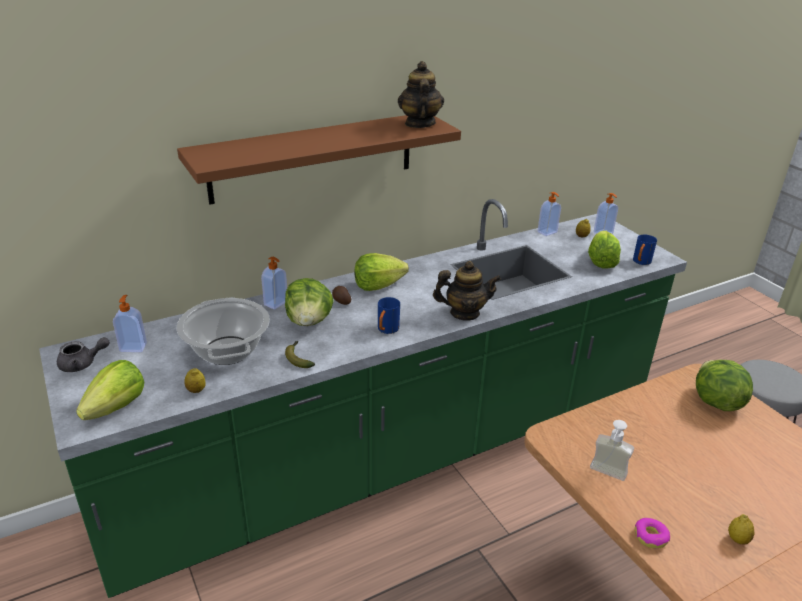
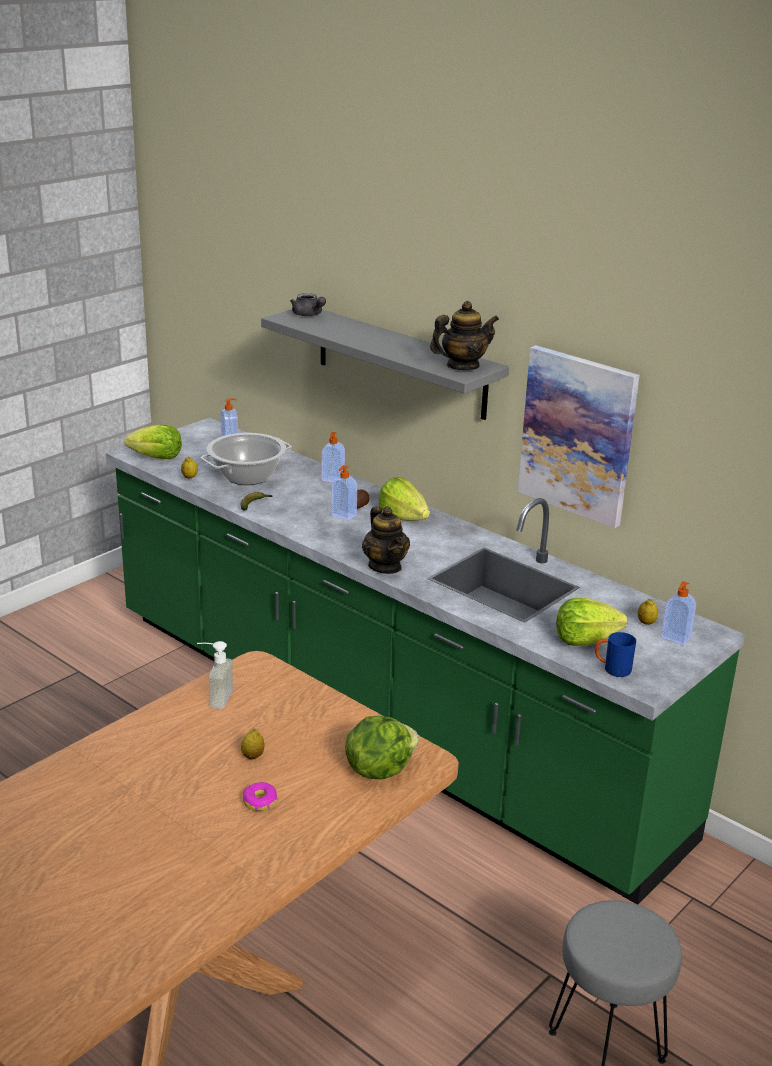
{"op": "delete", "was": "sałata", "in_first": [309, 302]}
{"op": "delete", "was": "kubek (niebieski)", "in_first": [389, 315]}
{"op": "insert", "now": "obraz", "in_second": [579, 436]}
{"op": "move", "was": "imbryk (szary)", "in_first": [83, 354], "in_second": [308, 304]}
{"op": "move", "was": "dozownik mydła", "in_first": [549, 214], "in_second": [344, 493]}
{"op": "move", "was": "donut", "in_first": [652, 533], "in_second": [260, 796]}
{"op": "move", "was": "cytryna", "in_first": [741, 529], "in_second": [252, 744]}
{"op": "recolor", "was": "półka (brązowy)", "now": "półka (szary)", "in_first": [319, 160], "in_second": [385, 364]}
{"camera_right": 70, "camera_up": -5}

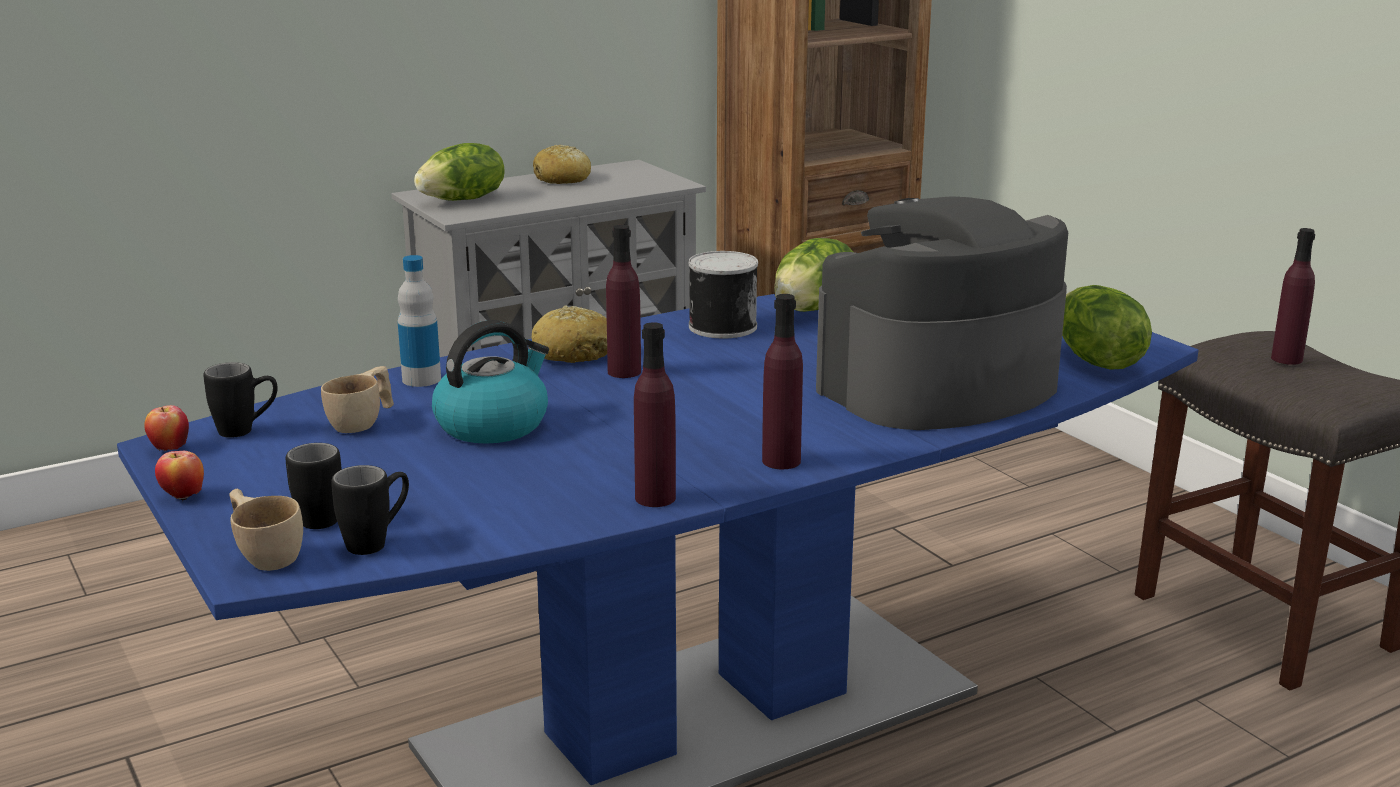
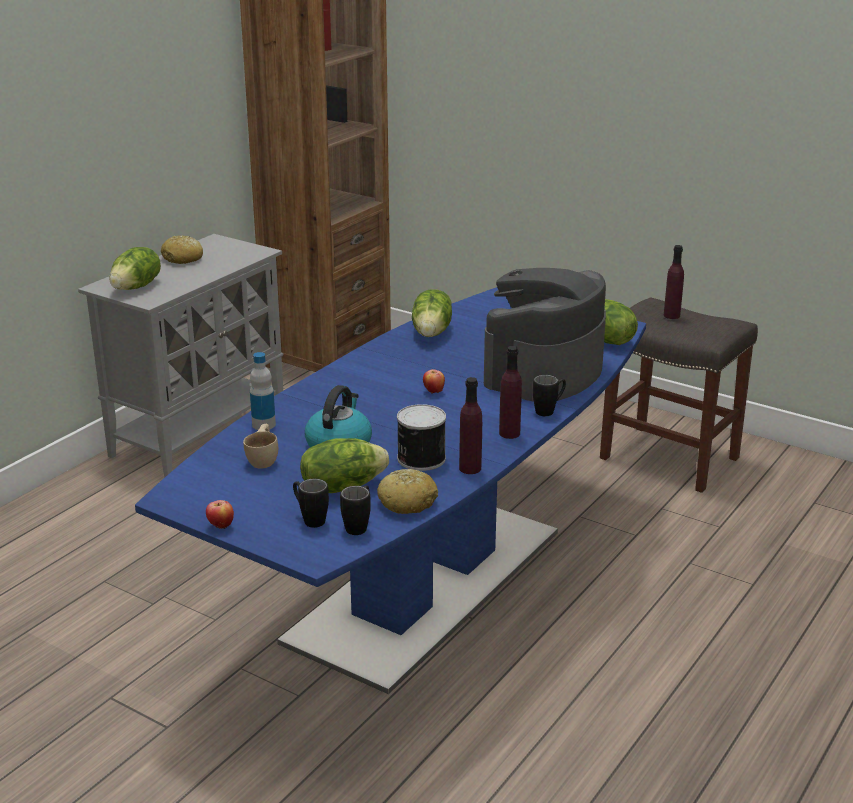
{"op": "delete", "was": "filiżanka (beżowy)", "in_first": [266, 530]}
{"op": "delete", "was": "butelka (fioletowy)", "in_first": [623, 301]}
{"op": "insert", "now": "sałata", "in_second": [344, 465]}
{"op": "move", "was": "jabłko", "in_first": [166, 428], "in_second": [434, 381]}
{"op": "move", "was": "kubek (czarny)", "in_first": [240, 400], "in_second": [549, 395]}
{"op": "move", "was": "chleb", "in_first": [569, 334], "in_second": [407, 491]}
{"op": "move", "was": "puszka", "in_first": [723, 294], "in_second": [421, 437]}
{"camera_right": -25, "camera_up": 5}

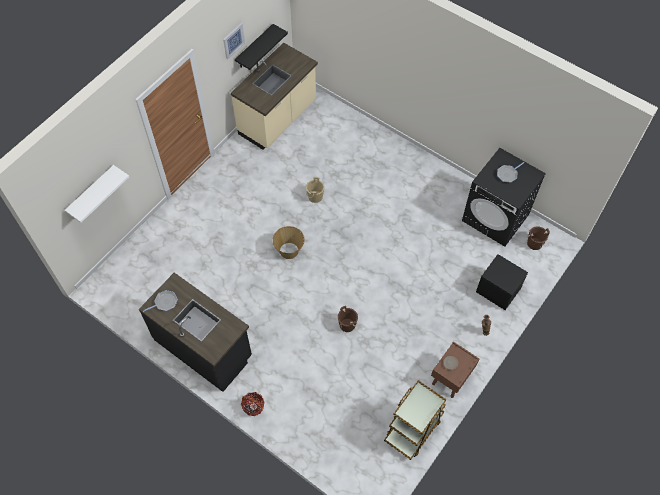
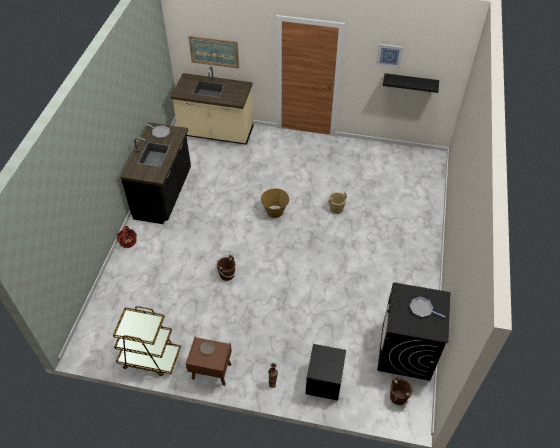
{"op": "move", "was": "zabudowa kuchenna (beżowy)", "in_first": [274, 96], "in_second": [212, 106]}
{"op": "replace", "was": "półka (biały)", "now": "obraz", "in_first": [97, 194], "in_second": [213, 52]}
{"camera_right": 65, "camera_up": -10}

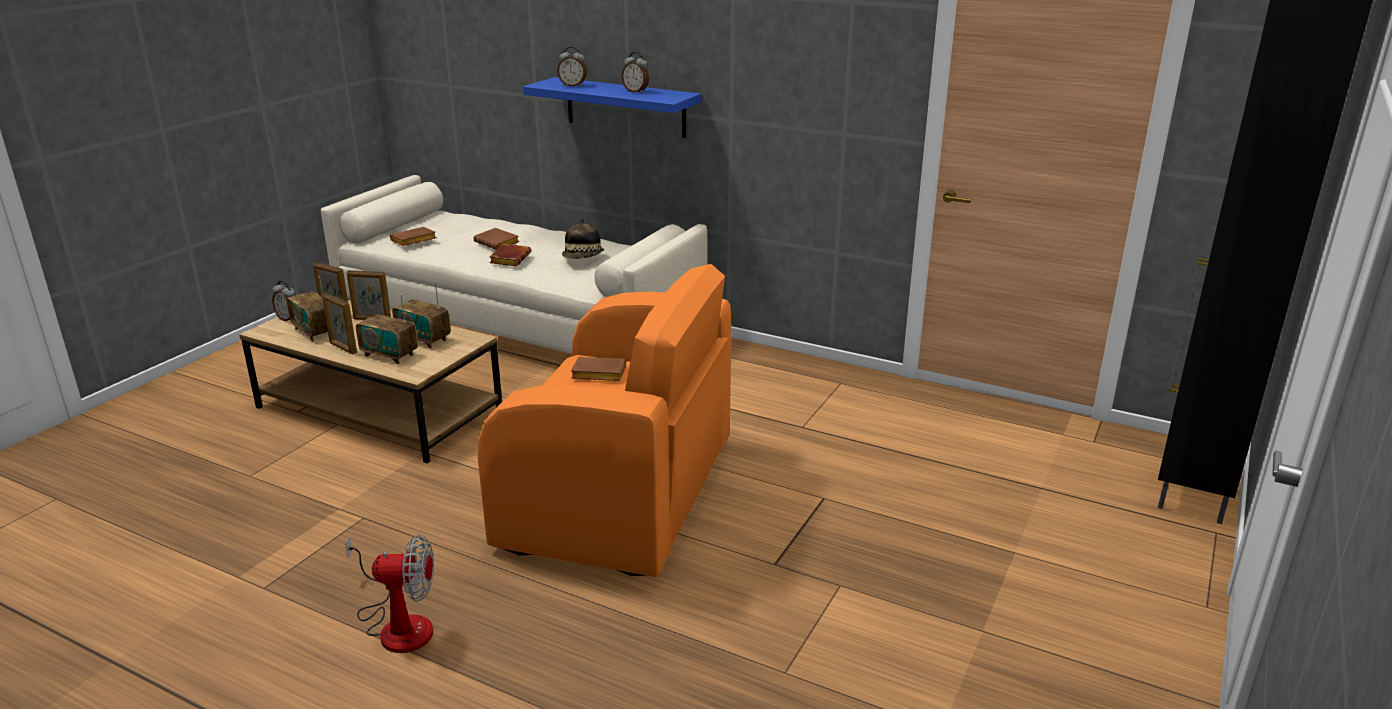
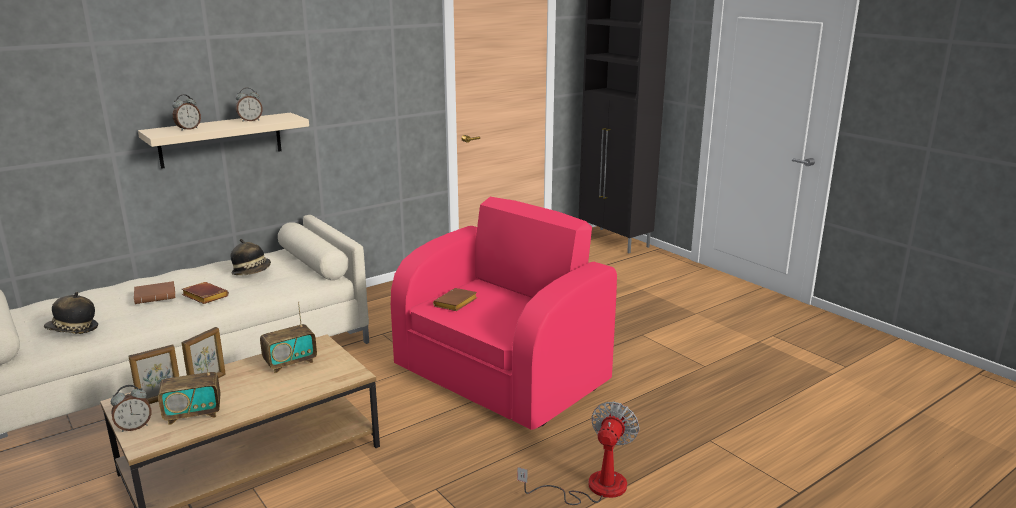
{"op": "delete", "was": "ramka na zdjęcie", "in_first": [339, 323]}
{"op": "delete", "was": "radio", "in_first": [387, 329]}
{"op": "replace", "was": "książka (brązowy)", "now": "kapelusz", "in_first": [413, 236], "in_second": [71, 313]}
{"op": "recolor", "was": "fotel (pomarańczowy)", "now": "fotel (różowy)", "in_first": [604, 420], "in_second": [504, 313]}
{"op": "recolor", "was": "półka (niebieski)", "now": "półka (beżowy)", "in_first": [612, 107], "in_second": [223, 141]}
{"camera_right": -65, "camera_up": -5}

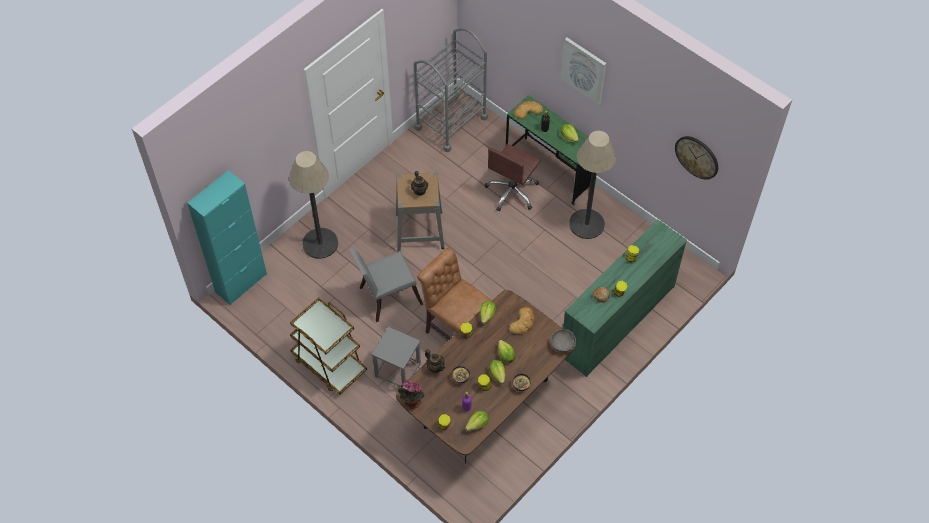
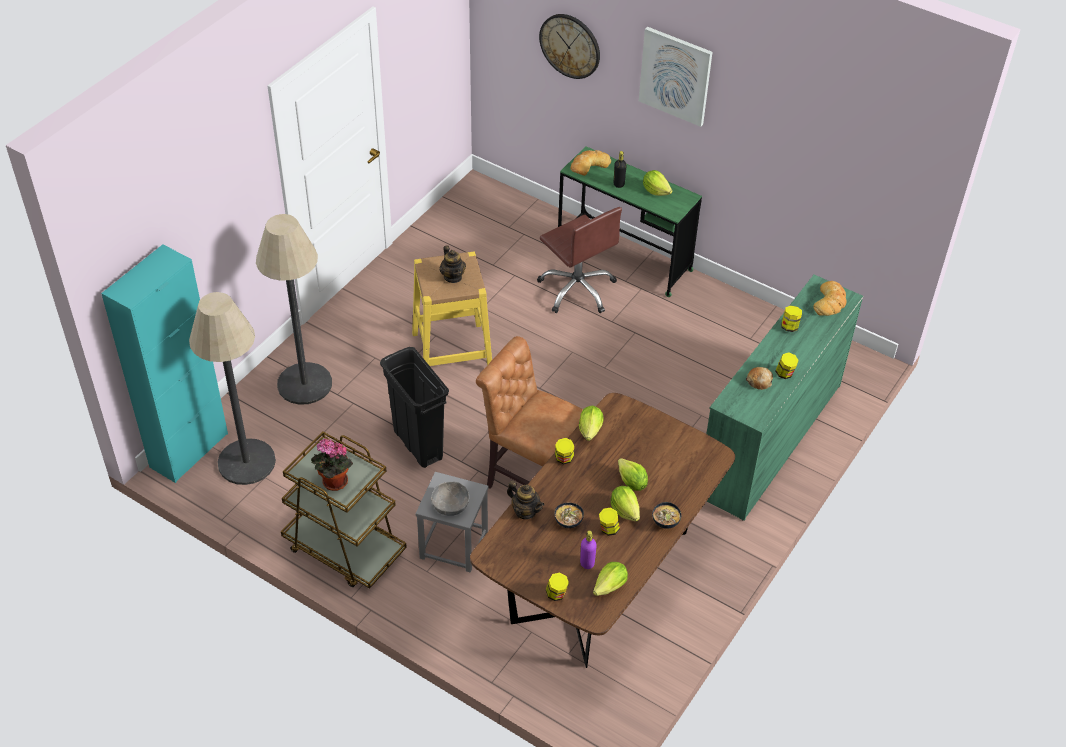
{"op": "delete", "was": "wózek (szary)", "in_first": [451, 90]}
{"op": "move", "was": "roślina doniczkowa", "in_first": [411, 394], "in_second": [332, 464]}
{"op": "move", "was": "chleb", "in_first": [521, 320], "in_second": [830, 298]}
{"op": "move", "was": "miska (szary)", "in_first": [563, 341], "in_second": [450, 499]}
{"op": "move", "was": "lampa stojąca", "in_first": [592, 185], "in_second": [232, 388]}
{"op": "move", "was": "zegar ścienny", "in_first": [696, 157], "in_second": [569, 46]}
{"op": "replace", "was": "krzesło (szary)", "now": "kosz na śmieci (czarny)", "in_first": [386, 285], "in_second": [414, 407]}
{"op": "recolor", "was": "stołek (szary)", "now": "stołek (żółty)", "in_first": [420, 212], "in_second": [452, 309]}
{"op": "rotate", "was": "krzesło biurowe (brązowy)", "in_first": [513, 178], "in_second": [579, 260], "clockwise": -60}
{"camera_right": -10, "camera_up": -10}

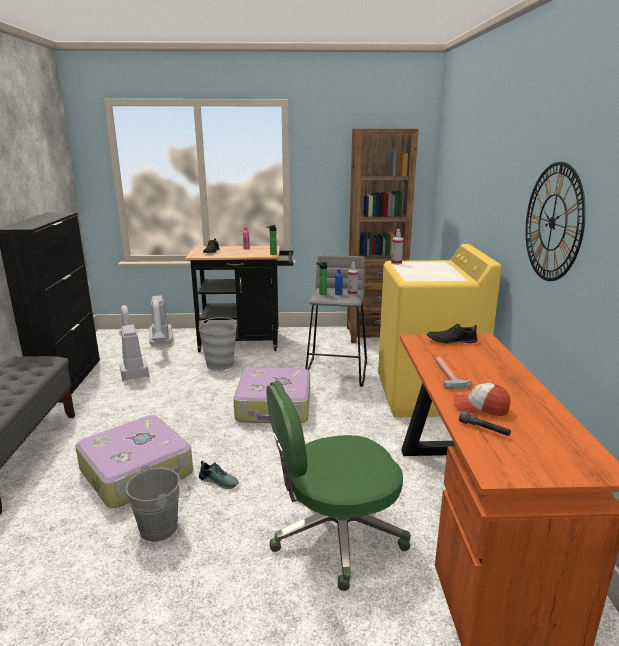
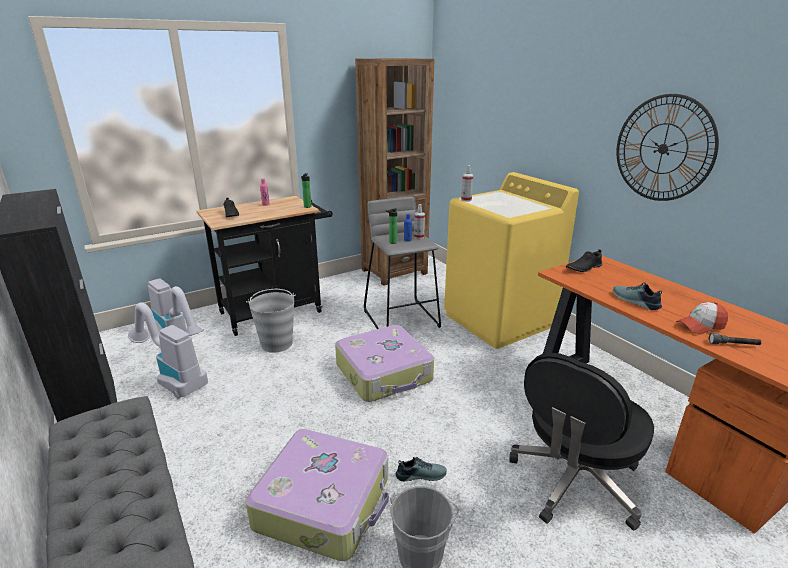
{"op": "replace", "was": "młotek", "now": "but", "in_first": [453, 373], "in_second": [637, 296]}
{"op": "recolor", "was": "krzesło biurowe (zielony)", "now": "krzesło biurowe (czarny)", "in_first": [338, 486], "in_second": [581, 442]}
{"camera_right": -30, "camera_up": 5}

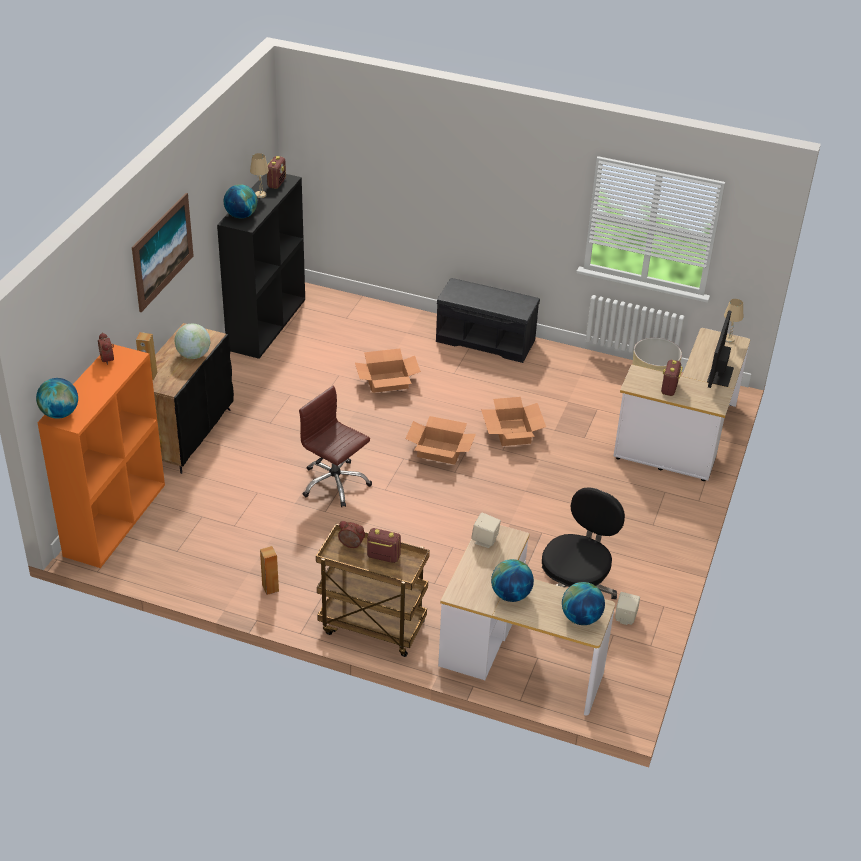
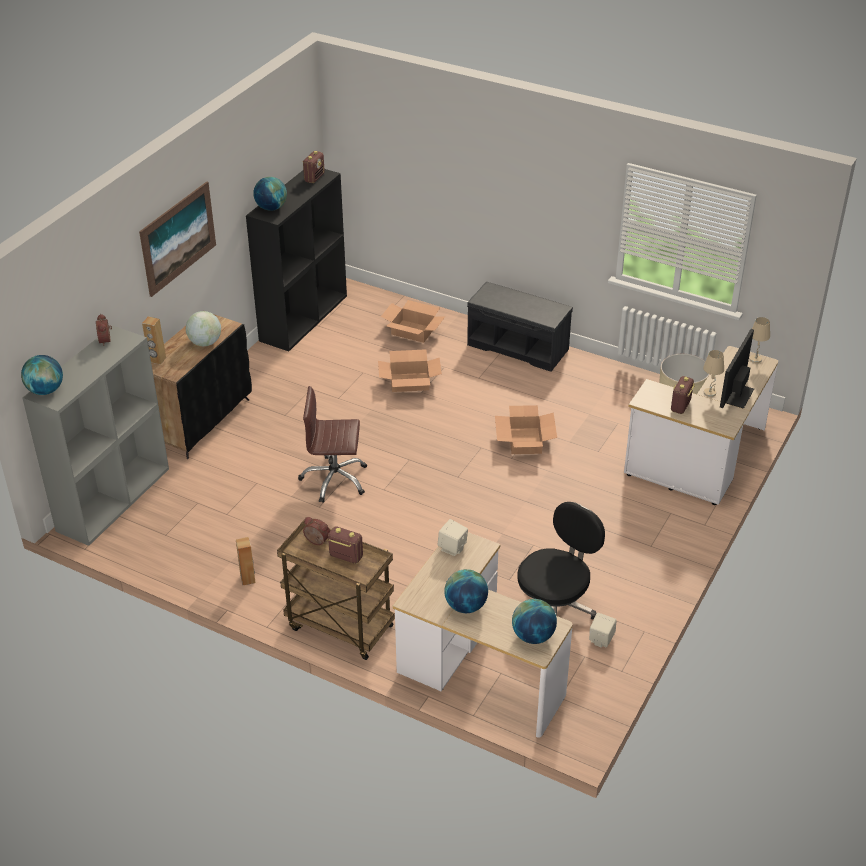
{"op": "move", "was": "lampa stołowa (beżowy)", "in_first": [259, 175], "in_second": [713, 373]}
{"op": "move", "was": "karton", "in_first": [440, 440], "in_second": [413, 321]}
{"op": "recolor", "was": "regał (pomarańczowy)", "now": "regał (szary)", "in_first": [101, 456], "in_second": [95, 436]}
{"op": "rotate", "was": "krzesło biurowe (brązowy)", "in_first": [335, 446], "in_second": [332, 444], "clockwise": -45}
{"camera_right": 10, "camera_up": 0}

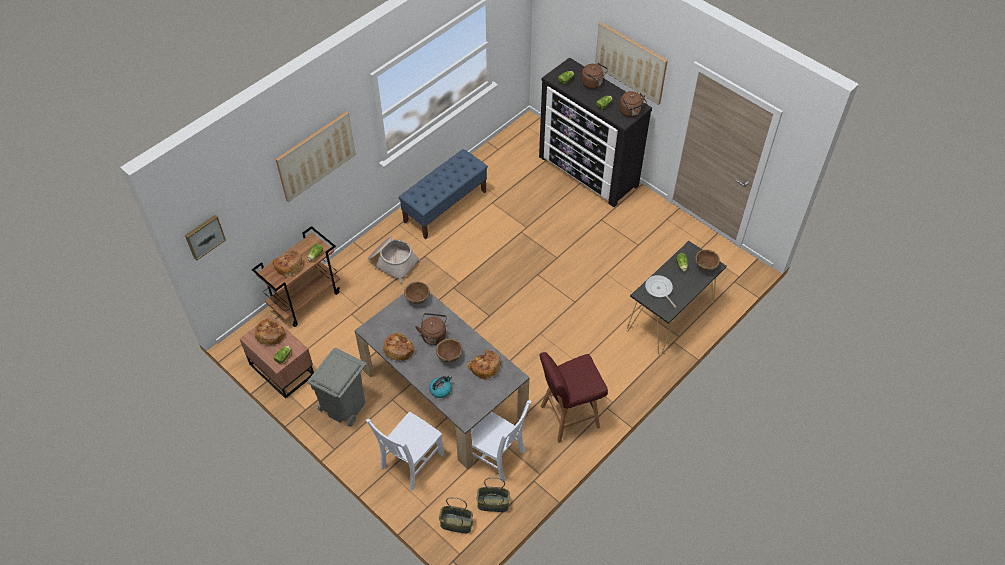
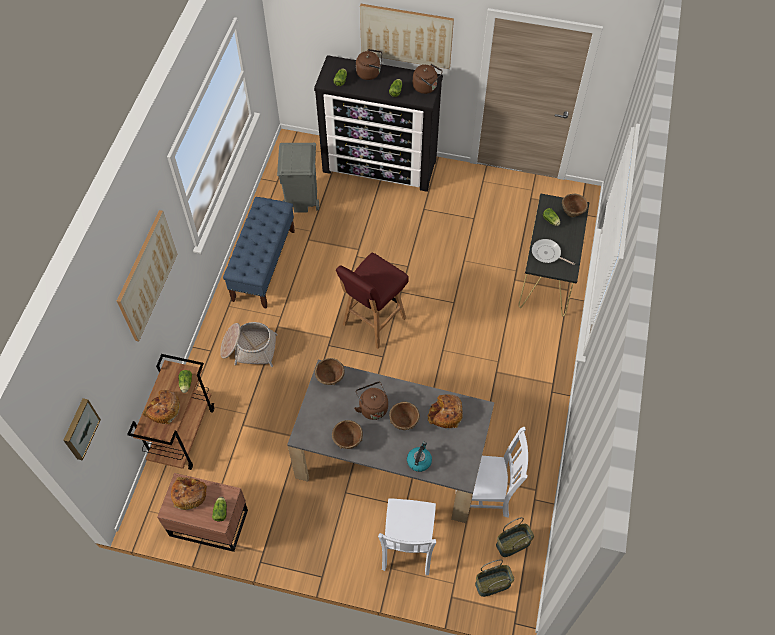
{"op": "move", "was": "kosz na śmieci (szary)", "in_first": [337, 387], "in_second": [298, 177]}
{"op": "move", "was": "stołek (czerwony)", "in_first": [573, 397], "in_second": [372, 301]}
{"op": "replace", "was": "chleb", "now": "miska (brązowy)", "in_first": [399, 346], "in_second": [347, 434]}
{"camera_right": -30, "camera_up": 5}

